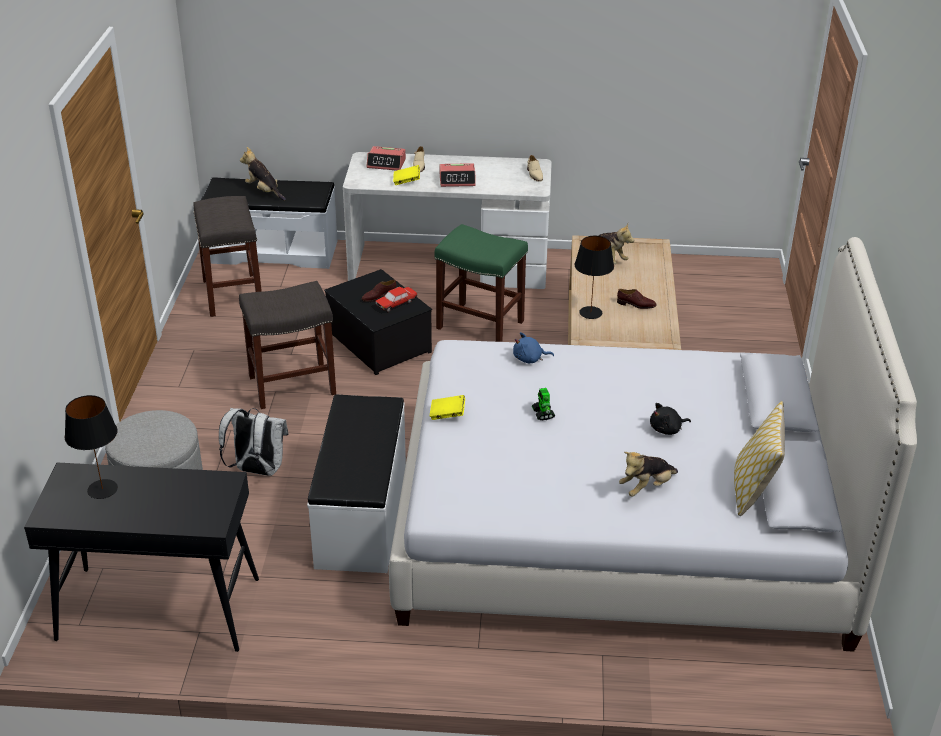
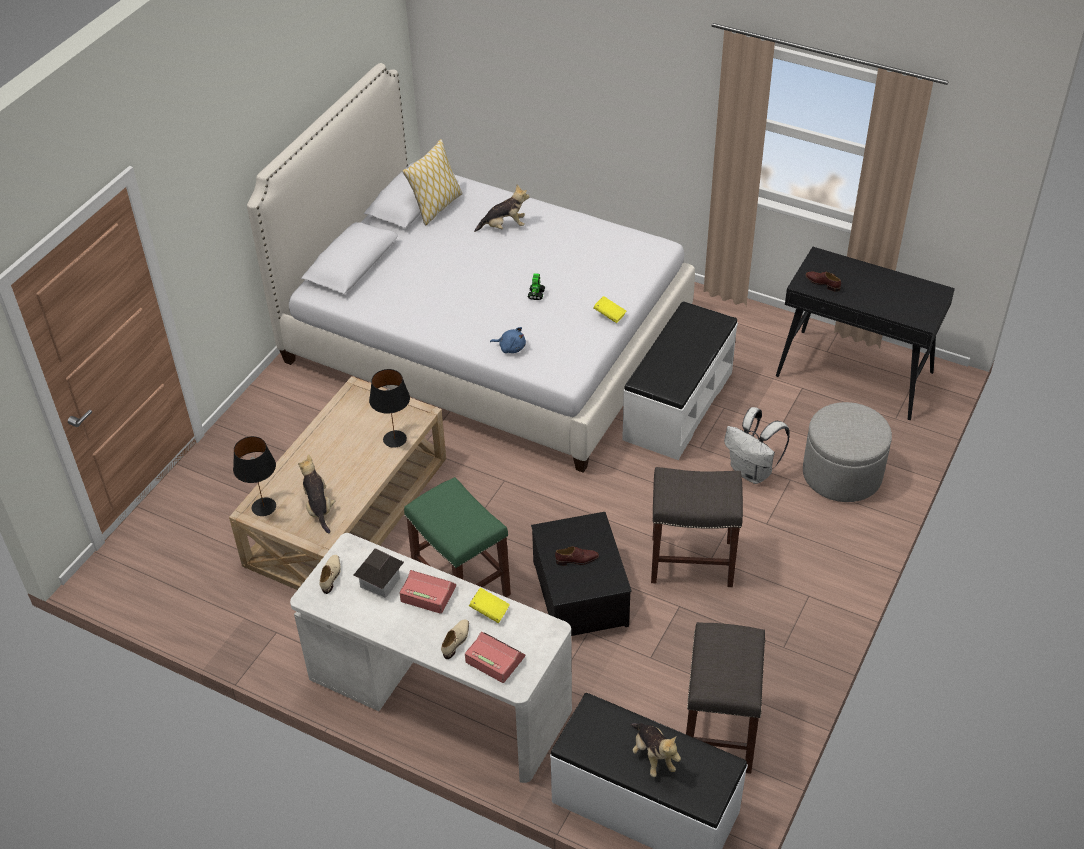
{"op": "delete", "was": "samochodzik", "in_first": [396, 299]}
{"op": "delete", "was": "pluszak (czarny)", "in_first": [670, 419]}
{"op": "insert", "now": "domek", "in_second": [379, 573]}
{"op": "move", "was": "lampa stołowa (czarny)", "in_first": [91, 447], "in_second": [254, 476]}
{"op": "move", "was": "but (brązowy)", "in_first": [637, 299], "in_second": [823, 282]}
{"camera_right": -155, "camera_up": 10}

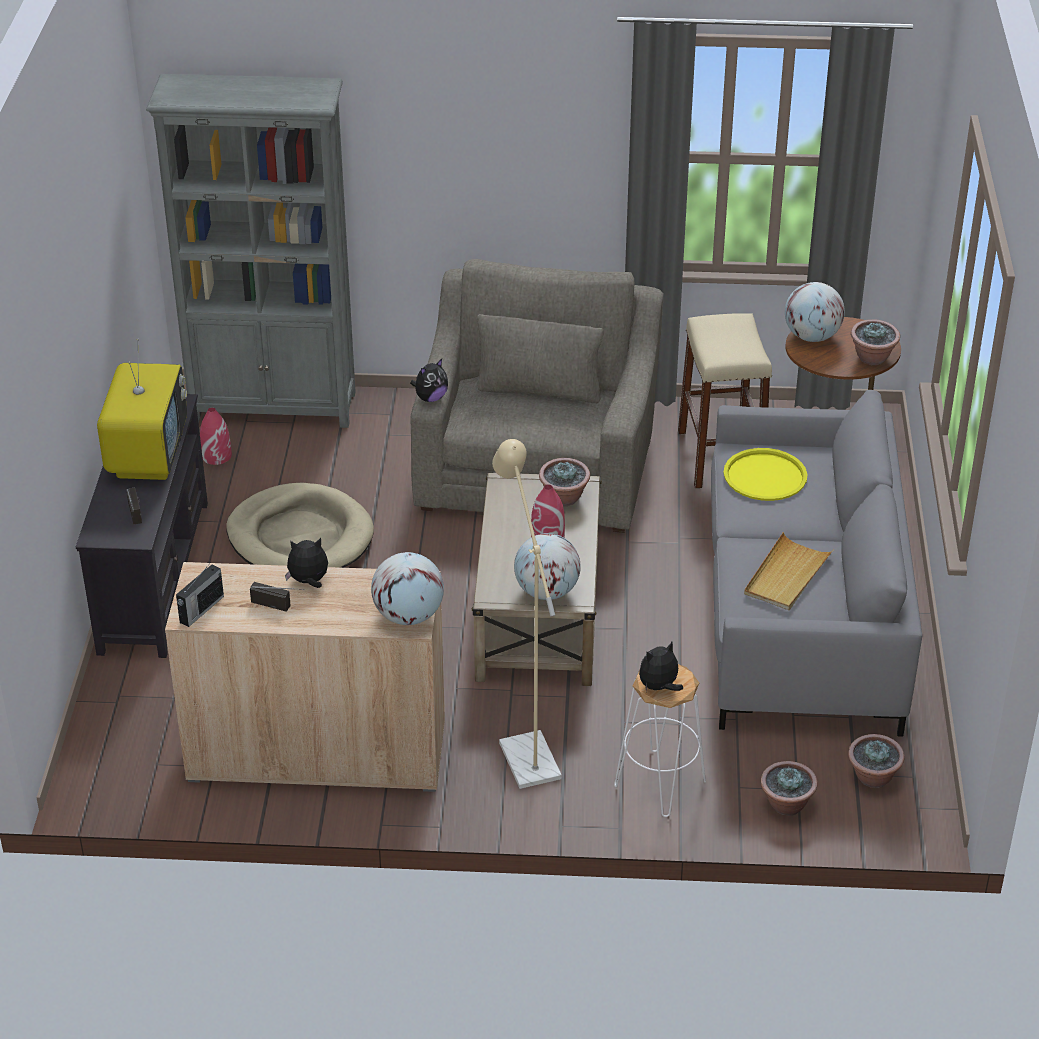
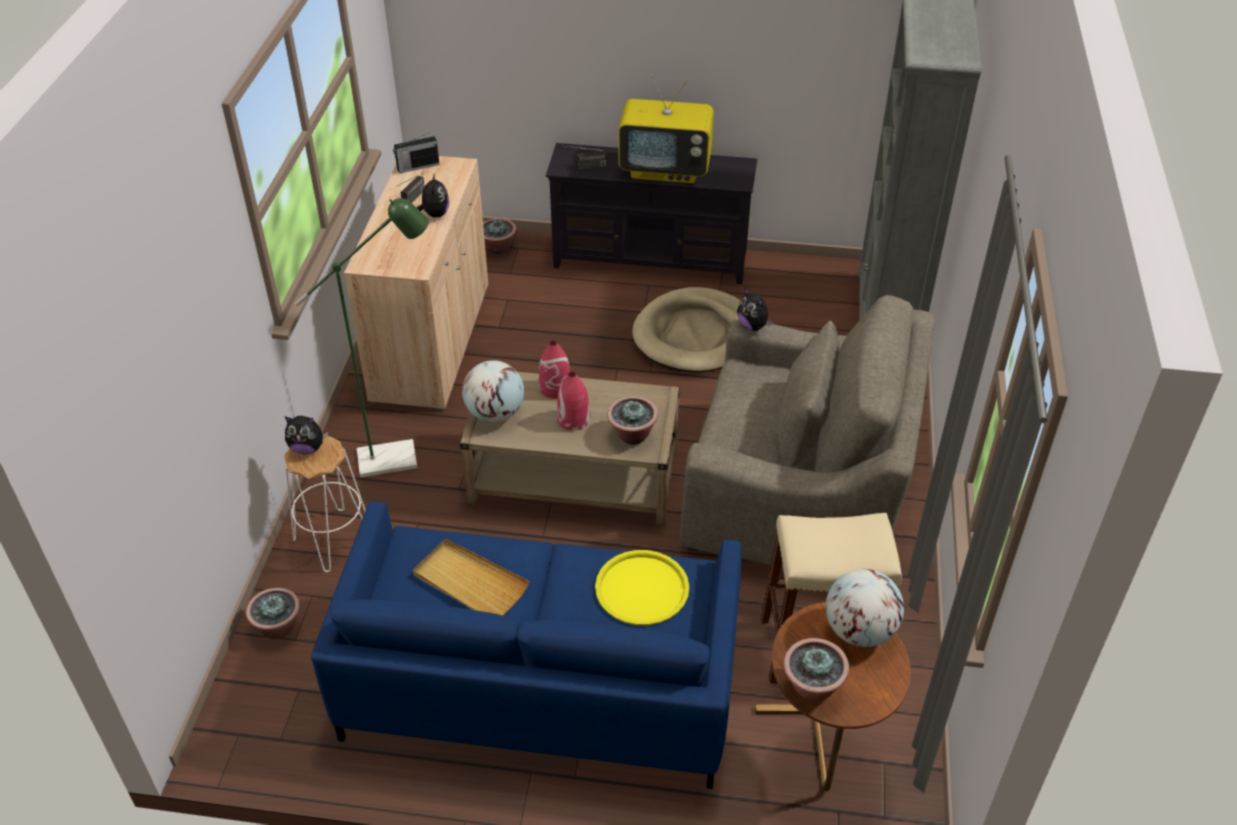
{"op": "delete", "was": "globus", "in_first": [407, 588]}
{"op": "move", "was": "wazon (czerwony)", "in_first": [216, 436], "in_second": [554, 370]}
{"op": "move", "was": "roślina doniczkowa", "in_first": [876, 761], "in_second": [500, 236]}
{"op": "recolor", "was": "lampa stojąca (beżowy)", "now": "lampa stojąca (zielony)", "in_first": [527, 614], "in_second": [362, 337]}
{"op": "recolor", "was": "kanapa (szary)", "now": "kanapa (niebieski)", "in_first": [817, 563], "in_second": [526, 645]}
{"op": "rotate", "was": "radio", "in_first": [200, 594], "in_second": [416, 153], "clockwise": -60}
{"op": "rotate", "was": "pluszak", "in_first": [661, 667], "in_second": [307, 435], "clockwise": 120}
{"camera_right": 95, "camera_up": 5}

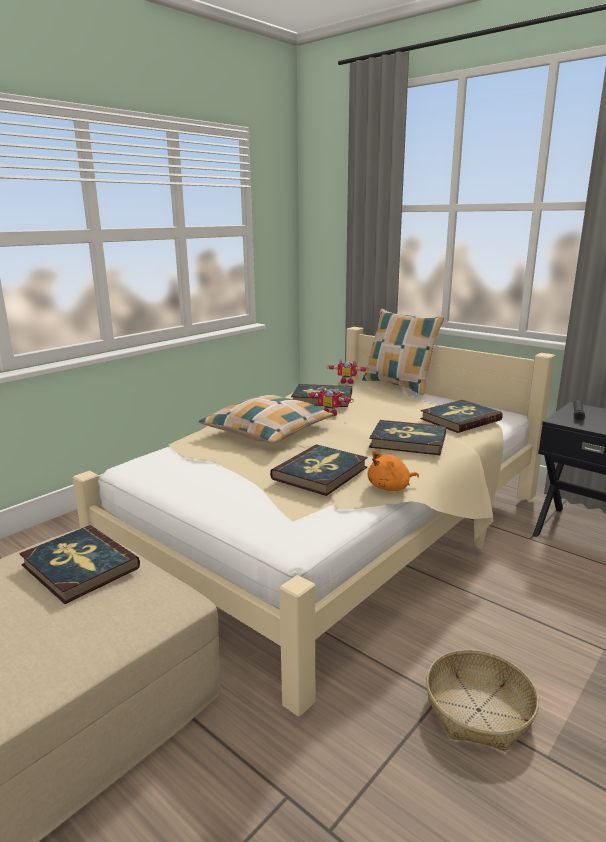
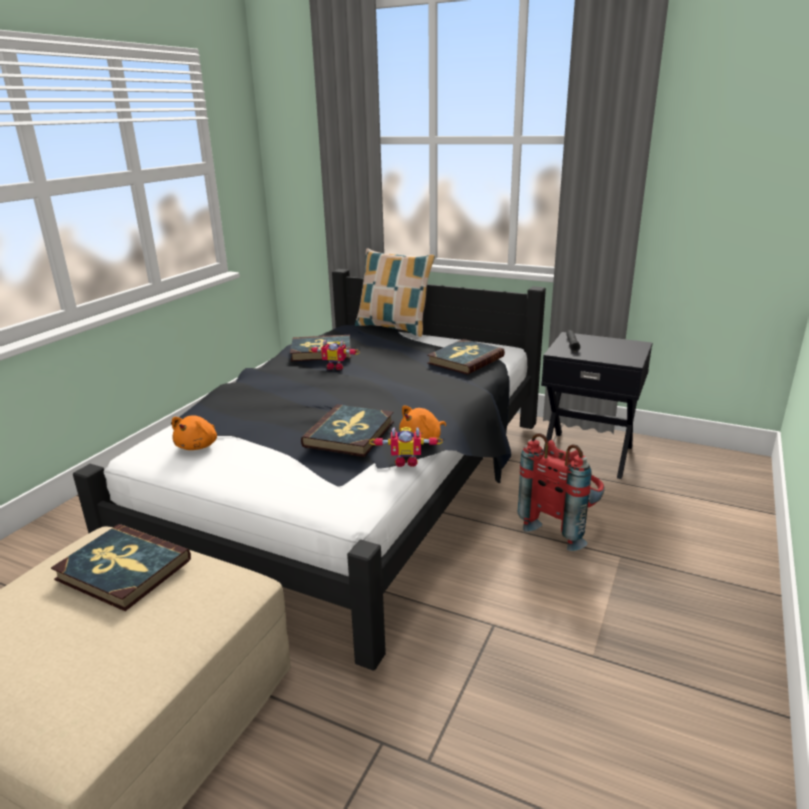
{"op": "delete", "was": "poduszka", "in_first": [266, 419]}
{"op": "delete", "was": "książka", "in_first": [407, 437]}
{"op": "delete", "was": "koszyk", "in_first": [482, 700]}
{"op": "insert", "now": "pluszak (pomarańczowy)", "in_second": [194, 433]}
{"op": "insert", "now": "plecak (czerwony)", "in_second": [561, 492]}
{"op": "move", "was": "robot zabawkowy", "in_first": [347, 371], "in_second": [406, 447]}
{"op": "recolor", "was": "łóżko (beżowy)", "now": "łóżko (czarny)", "in_first": [314, 521], "in_second": [309, 470]}
{"camera_right": -15, "camera_up": 5}

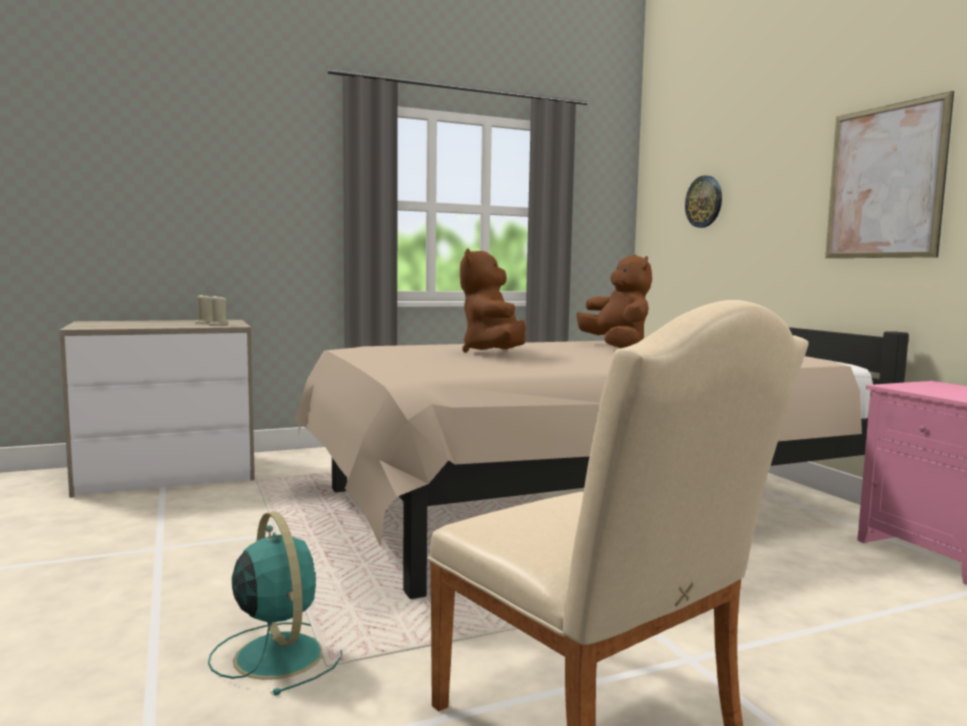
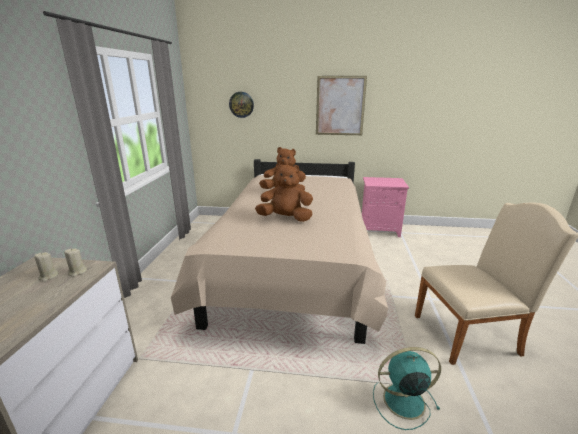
{"op": "rotate", "was": "pluszak (brązowy)", "in_first": [493, 300], "in_second": [284, 192], "clockwise": 150}
{"camera_right": -60, "camera_up": 15}

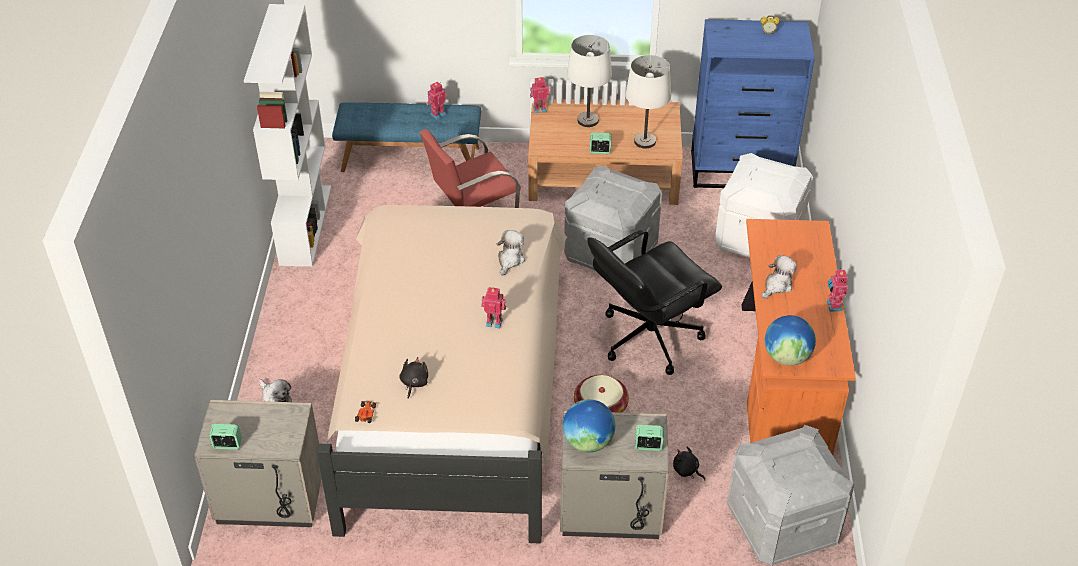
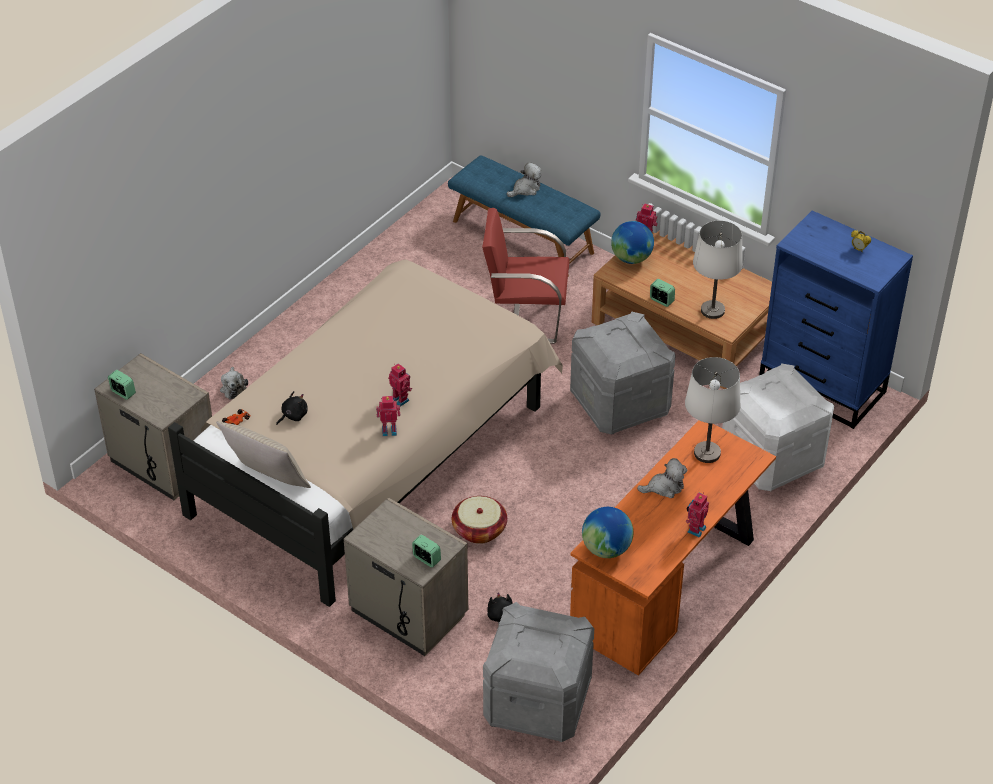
{"op": "delete", "was": "regał (biały)", "in_first": [287, 135]}
{"op": "delete", "was": "krzesło biurowe (czarny)", "in_first": [654, 302]}
{"op": "insert", "now": "poduszka (beżowy)", "in_second": [263, 454]}
{"op": "move", "was": "robot zabawkowy", "in_first": [437, 101], "in_second": [388, 416]}
{"op": "move", "was": "pluszak", "in_first": [511, 253], "in_second": [524, 179]}
{"op": "move", "was": "globus", "in_first": [589, 425], "in_second": [632, 242]}
{"op": "move", "was": "lampa stołowa (biały)", "in_first": [589, 81], "in_second": [713, 410]}
{"camera_right": 35, "camera_up": 0}

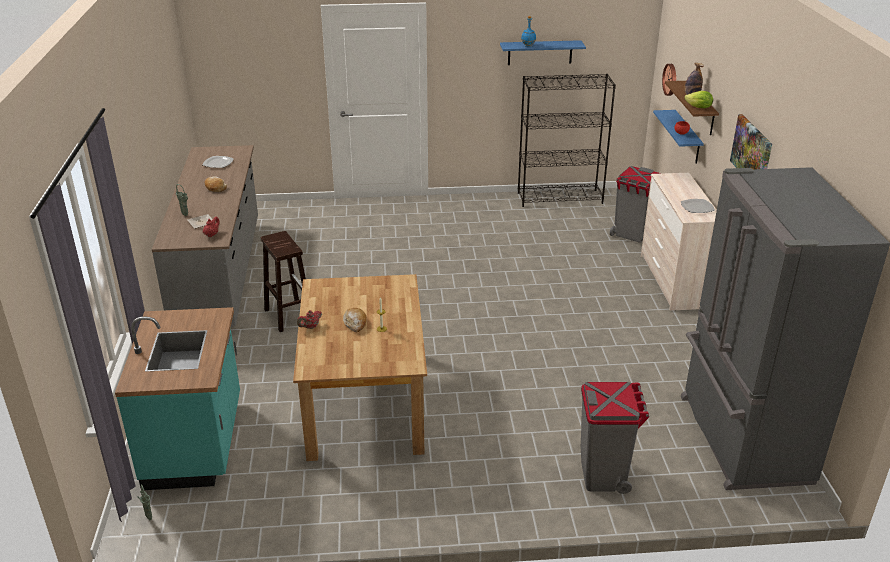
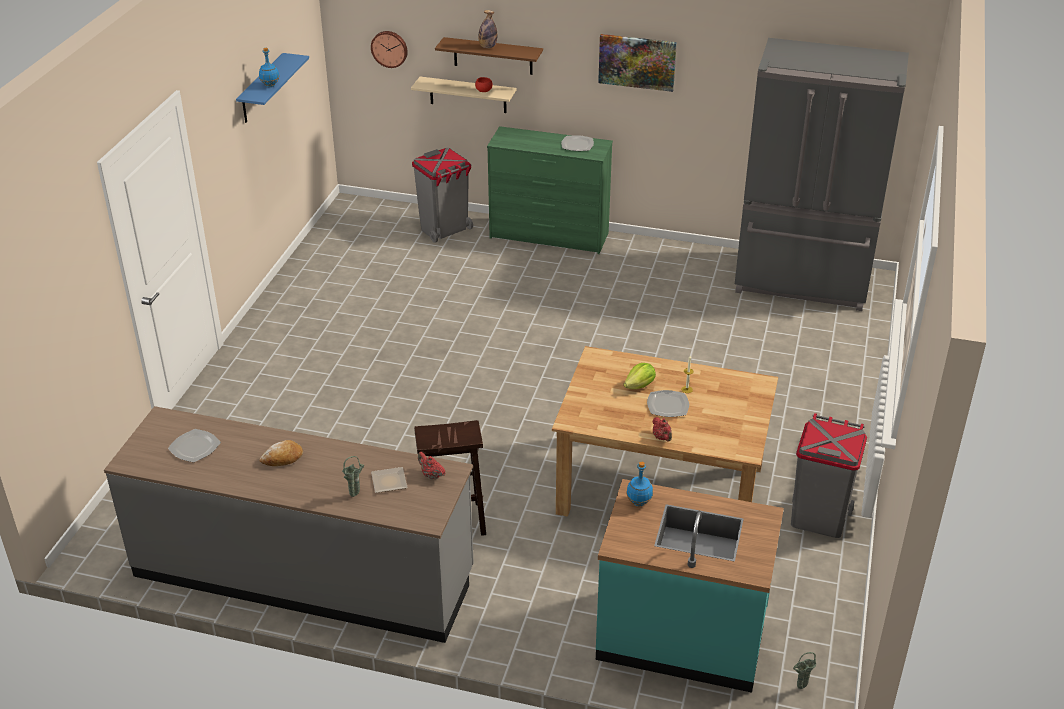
{"op": "delete", "was": "regał (czarny)", "in_first": [567, 140]}
{"op": "insert", "now": "butelka (niebieski)", "in_second": [639, 483]}
{"op": "move", "was": "kosz na śmieci (szary)", "in_first": [615, 438], "in_second": [829, 475]}
{"op": "move", "was": "sałata", "in_first": [698, 99], "in_second": [640, 376]}
{"op": "replace", "was": "chleb", "now": "talerz", "in_first": [355, 320], "in_second": [668, 403]}
{"op": "recolor", "was": "komoda (beżowy)", "now": "komoda (zielony)", "in_first": [679, 242], "in_second": [550, 190]}
{"op": "recolor", "was": "półka (niebieski)", "now": "półka (beżowy)", "in_first": [678, 137], "in_second": [463, 95]}
{"camera_right": -70, "camera_up": 5}

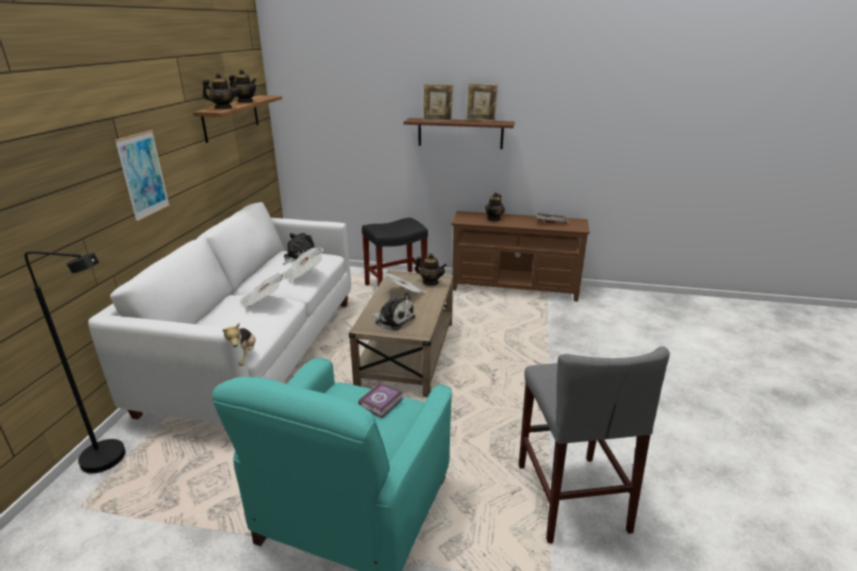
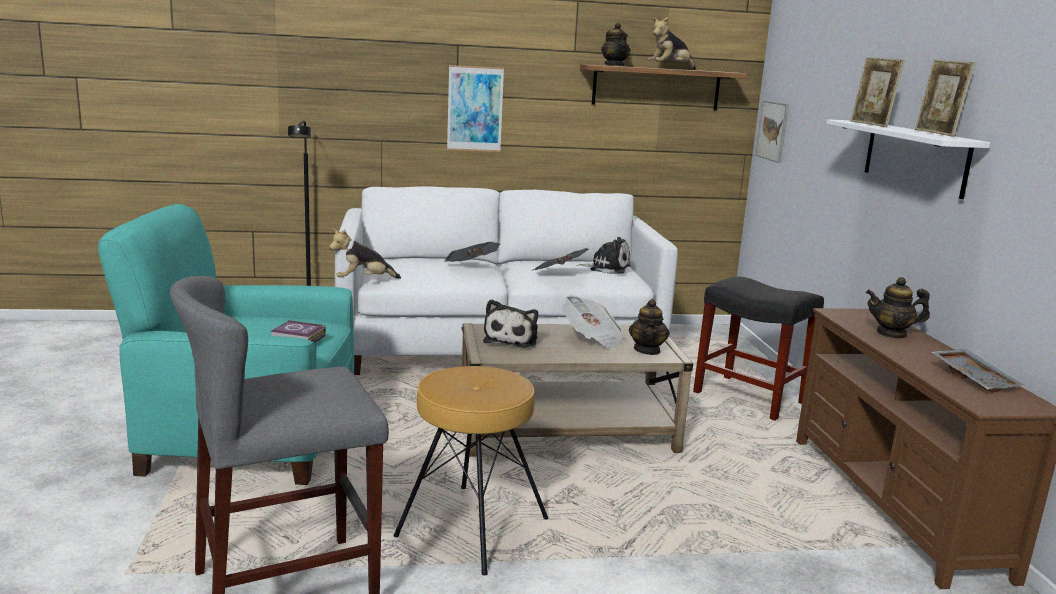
{"op": "insert", "now": "stołek (brązowy)", "in_second": [470, 470]}
{"op": "insert", "now": "obraz", "in_second": [772, 131]}
{"op": "replace", "was": "imbryk", "now": "pluszak", "in_first": [242, 85], "in_second": [672, 43]}
{"op": "recolor", "was": "półka (brązowy)", "now": "półka (biały)", "in_first": [459, 133], "in_second": [908, 159]}
{"camera_right": 70, "camera_up": -10}

